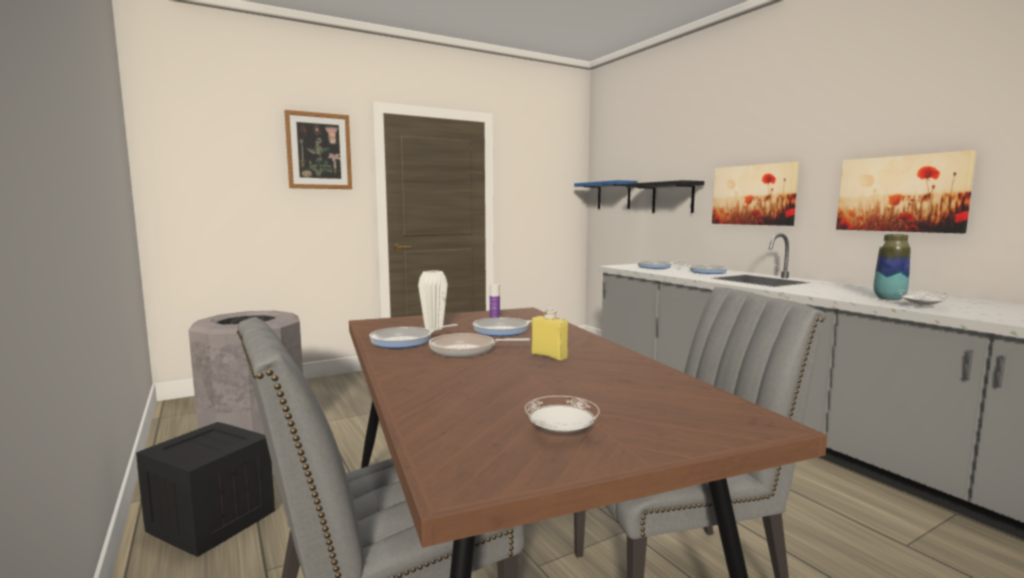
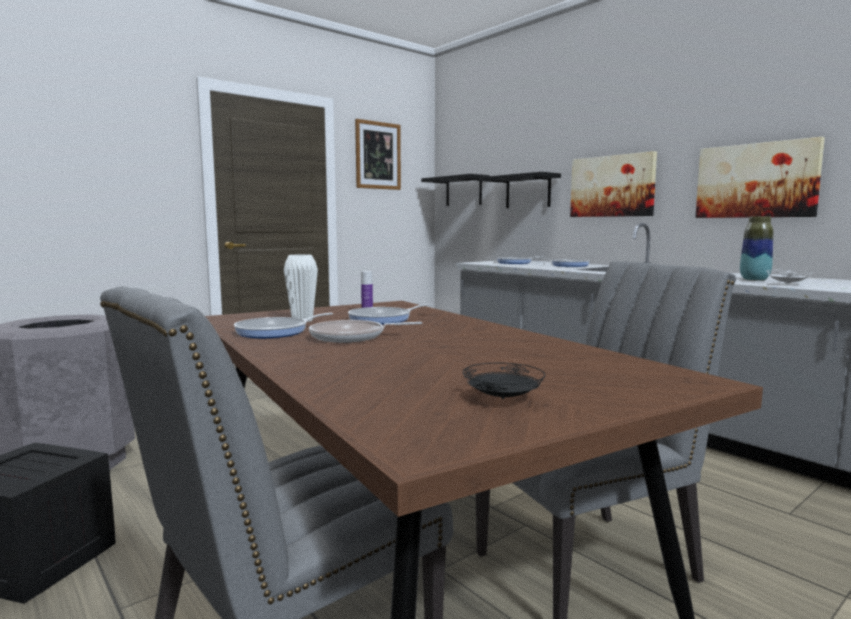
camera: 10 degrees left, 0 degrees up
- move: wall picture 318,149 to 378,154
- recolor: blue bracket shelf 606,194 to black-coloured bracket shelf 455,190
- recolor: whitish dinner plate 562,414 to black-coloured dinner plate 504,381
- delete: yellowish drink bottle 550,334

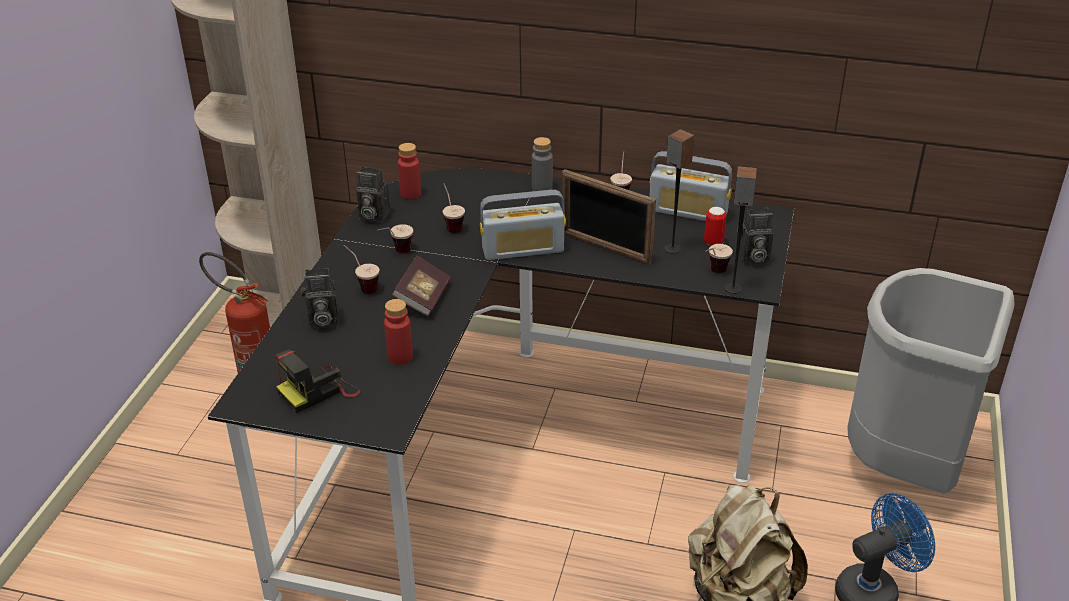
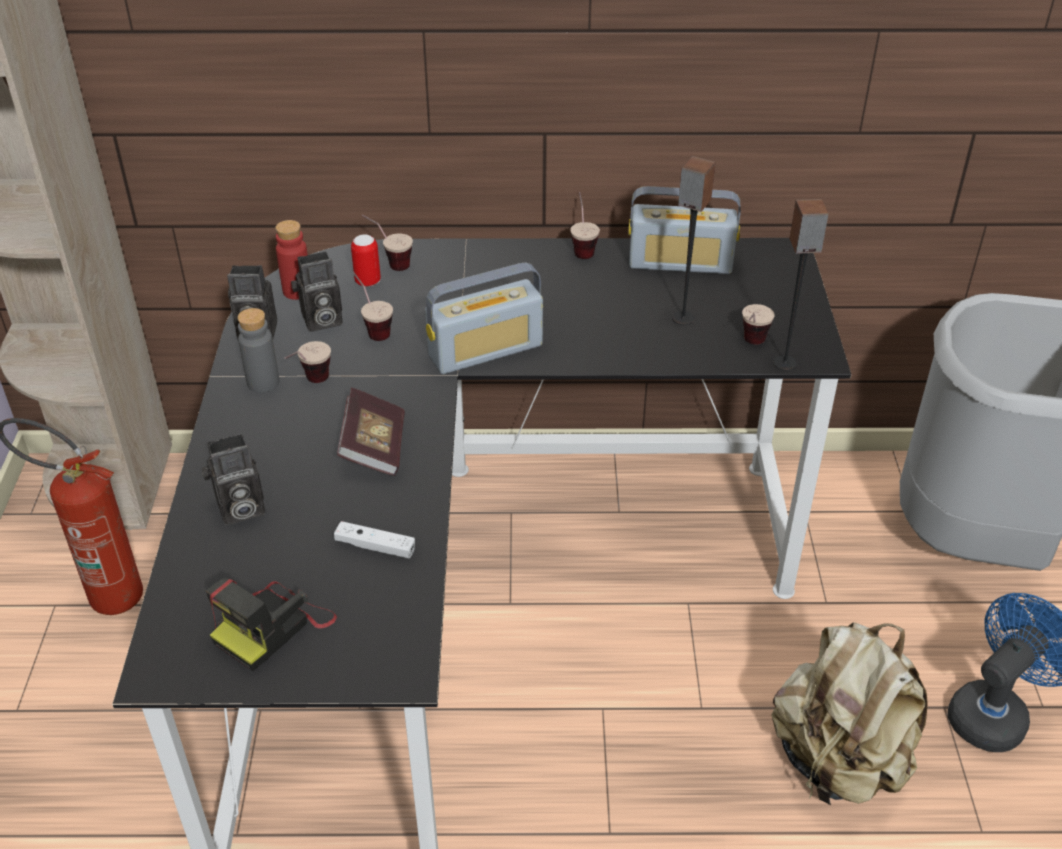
camera: 15 degrees left, 5 degrees up
- move: gray drink bottle 542,164 to 258,350
- move: still camera 754,236 to 317,291
- replace: red-coloured drink bottle 398,332 to whitish game controller 374,540
- move: sealed can 715,226 to 366,261
- move: small cup 361,269 to 387,243
- delete: picture frame 609,217

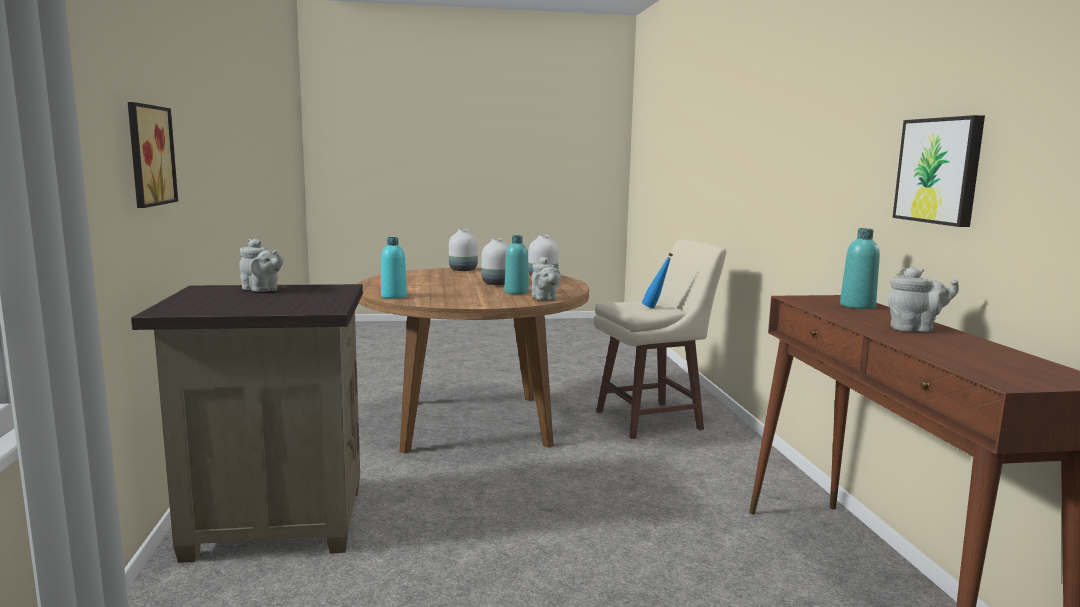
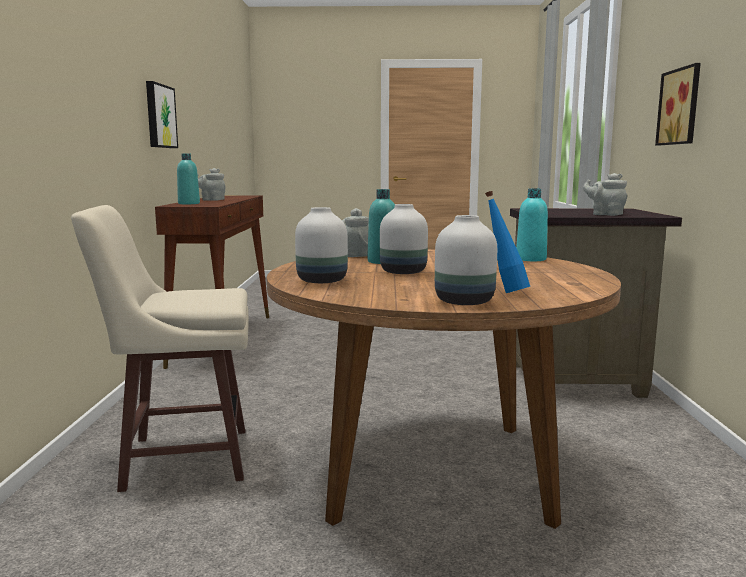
camera: 170 degrees left, 0 degrees up
- move: blue drink bottle 657,280 to 507,242

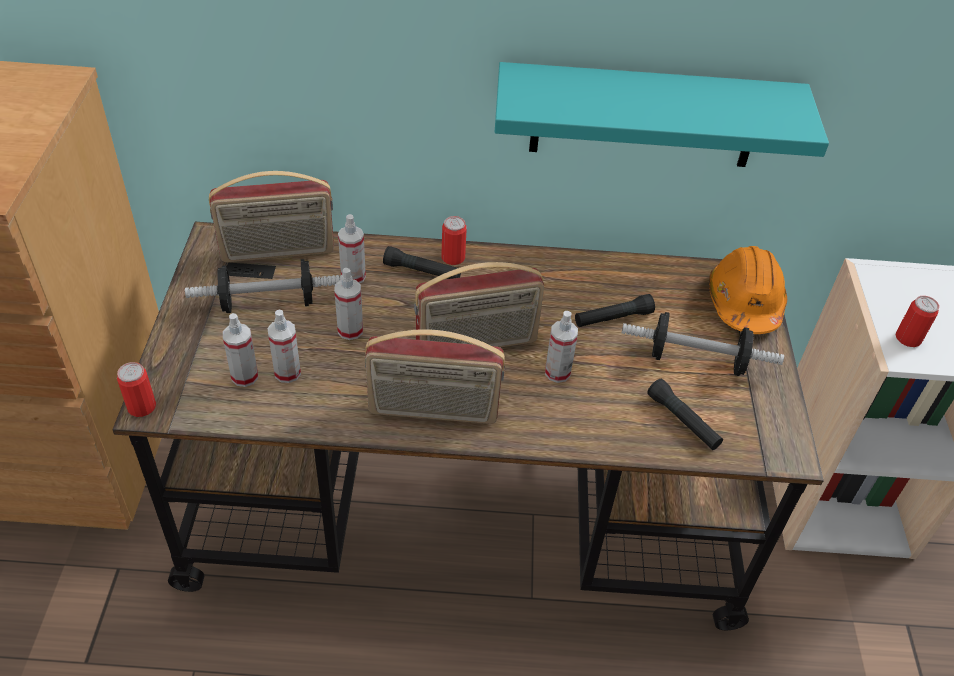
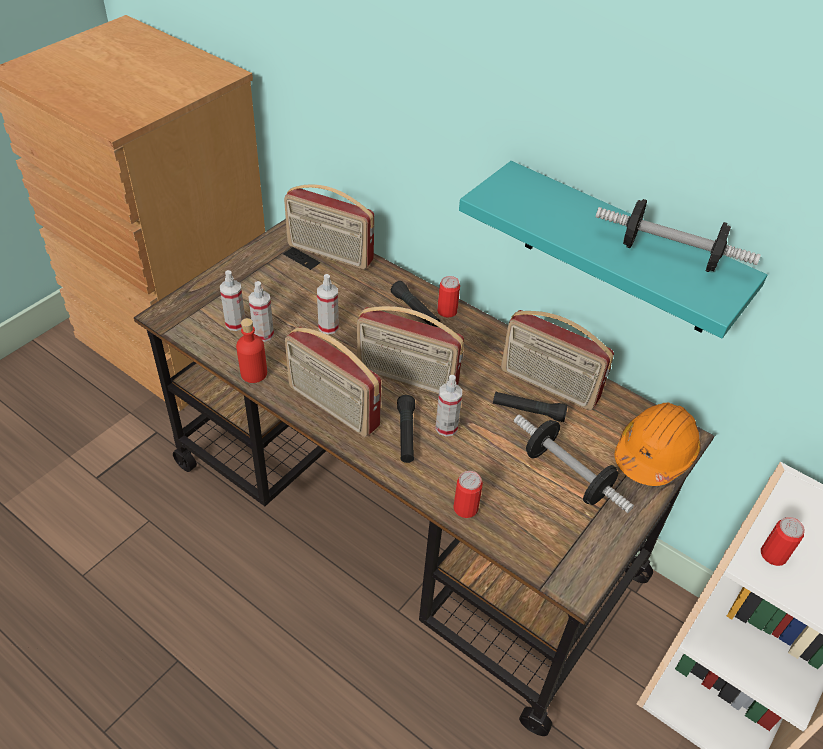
camera: 35 degrees right, 0 degrees up
- insert: red-coloured drink bottle 251,350
- move: black-coloured hand torch 685,414 to 406,429
- move: sealed can 136,389 to 468,494
- insert: radio set 557,360
- move: dumbbell 264,286 to 678,235
- delete: hand sprayer 352,248

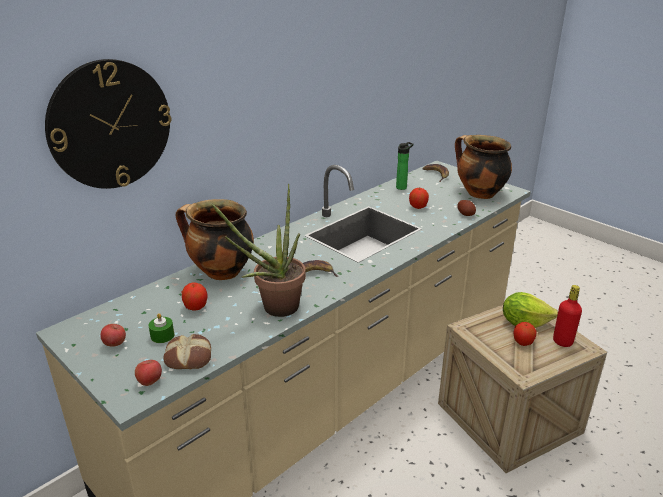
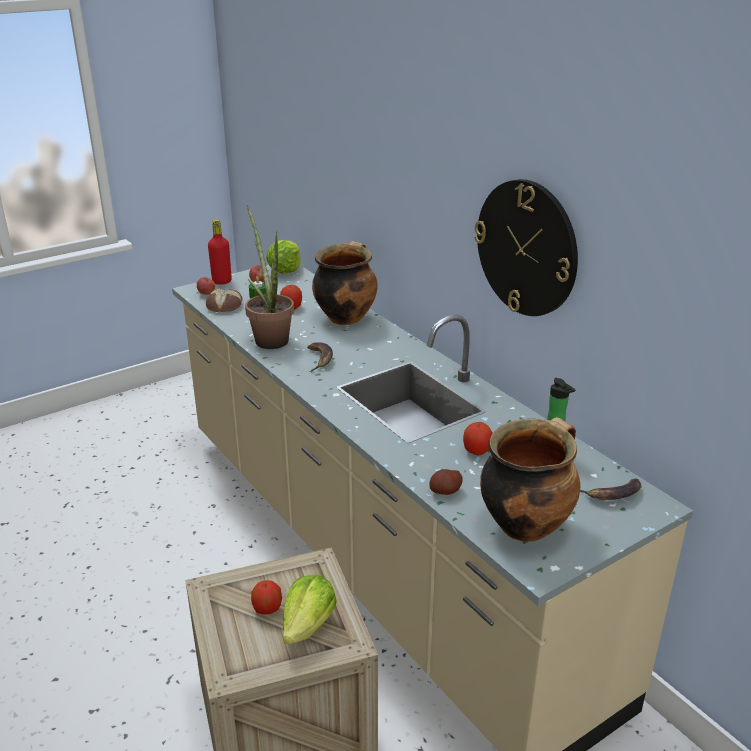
camera: 100 degrees right, 0 degrees up
- move: red-coloured drink bottle 567,316 to 220,252
- insert: lettuce head 283,257
- move: clock on the wall 108,124 to 526,247

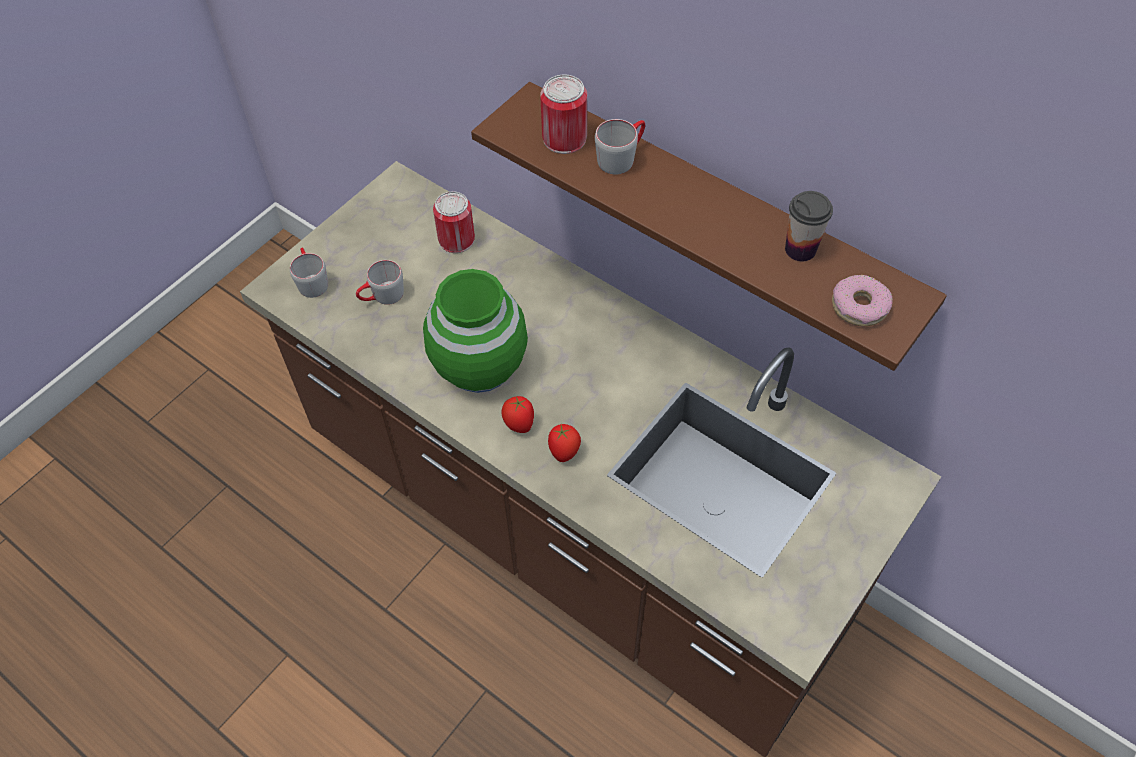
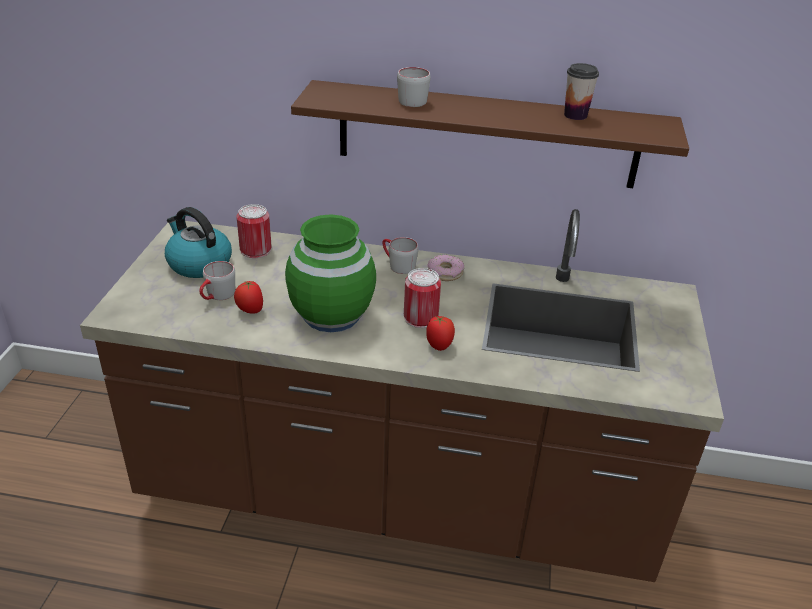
camera: 30 degrees left, 20 degrees down
- insert: kettle 198,242
- move: fresh tomato 518,414 to 248,297
- move: gray coffee mug 309,273 to 400,255
- move: sealed can 563,114 to 422,298
- move: ring doughnut 862,300 to 445,268

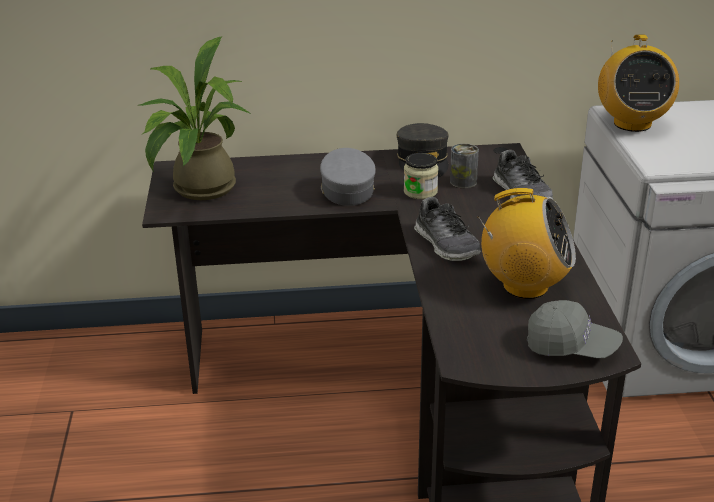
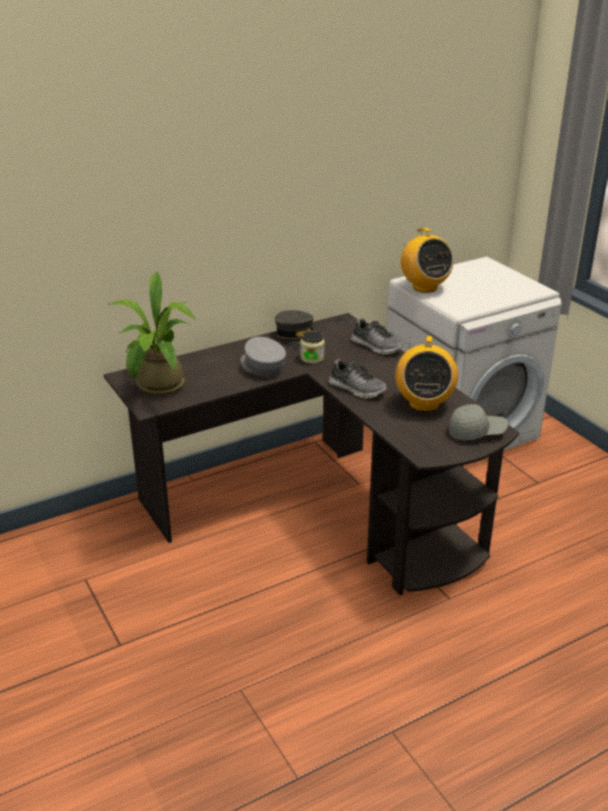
camera: 25 degrees left, 0 degrees up
- rotate: radio set 526,243 = 426,374 105 degrees clockwise
- delete: sealed can 464,166

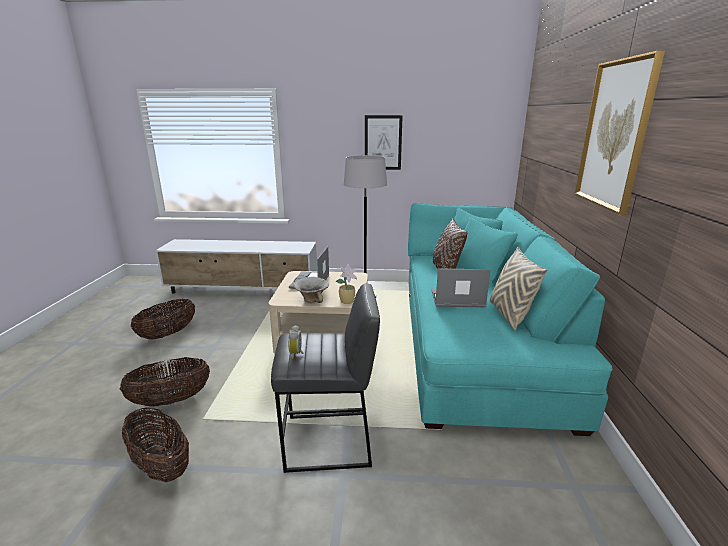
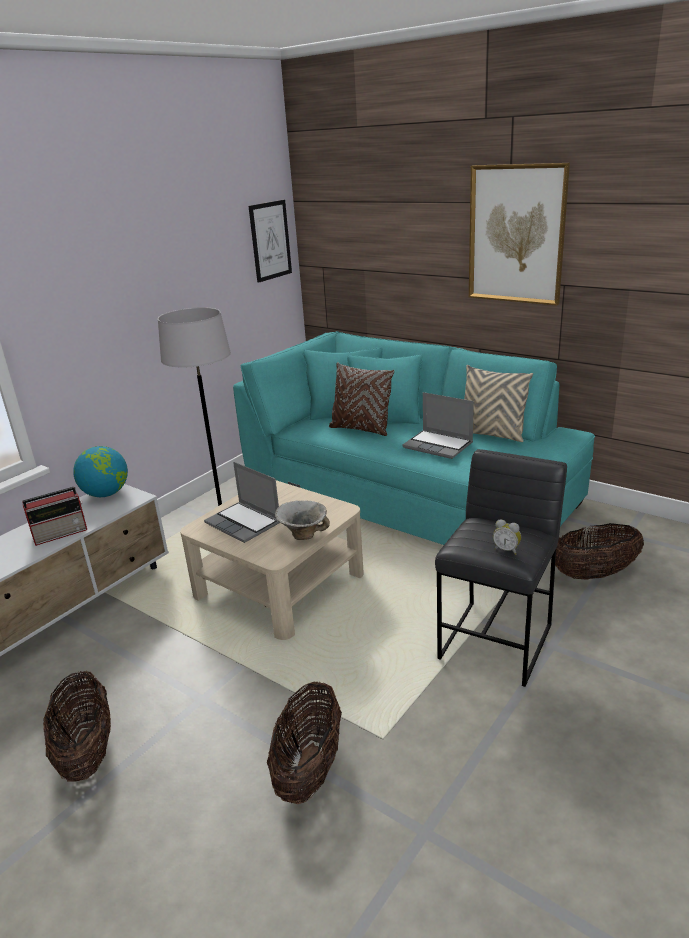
camera: 55 degrees left, 5 degrees up
- insert: radio set 54,516
- insert: desk globe 100,471
- move: wall picture 384,142 to 270,241
- rotate: notebook computer 461,288 = 438,425 90 degrees counterclockwise
- move: basket 155,445 to 599,551
- delete: houseplant 346,284

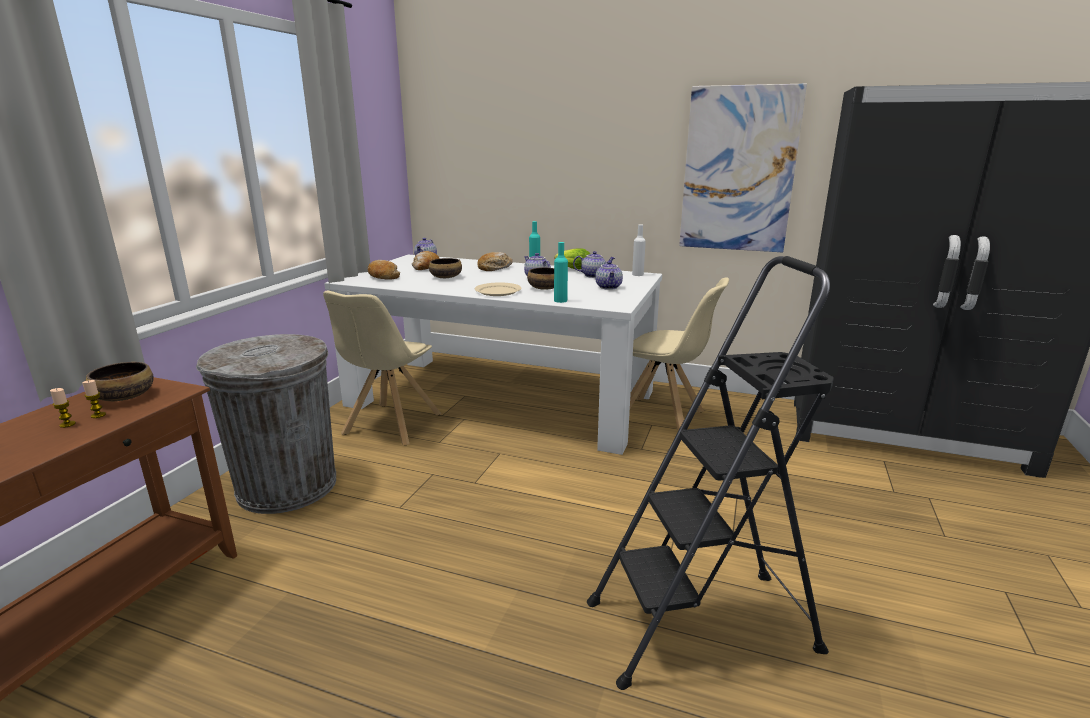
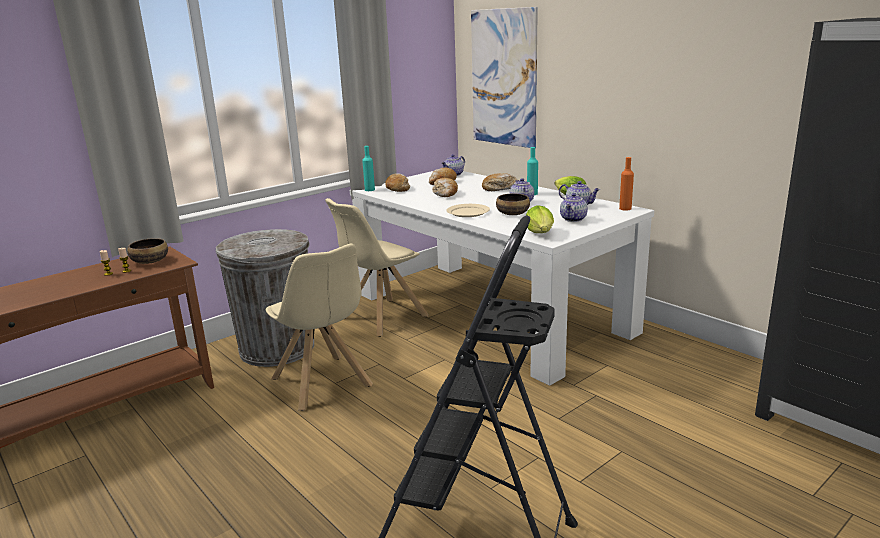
camera: 30 degrees right, 0 degrees up
- move: beige-coloured plain chair 679,354 to 319,327
- move: turquoise drink bottle 561,272 to 368,168
- replace: bowl 445,268 to bread 445,187
- move: wall picture 743,168 to 504,77
- insert: lettuce head 540,219
- recolor: whitish drink bottle 639,250 to orange drink bottle 626,184

